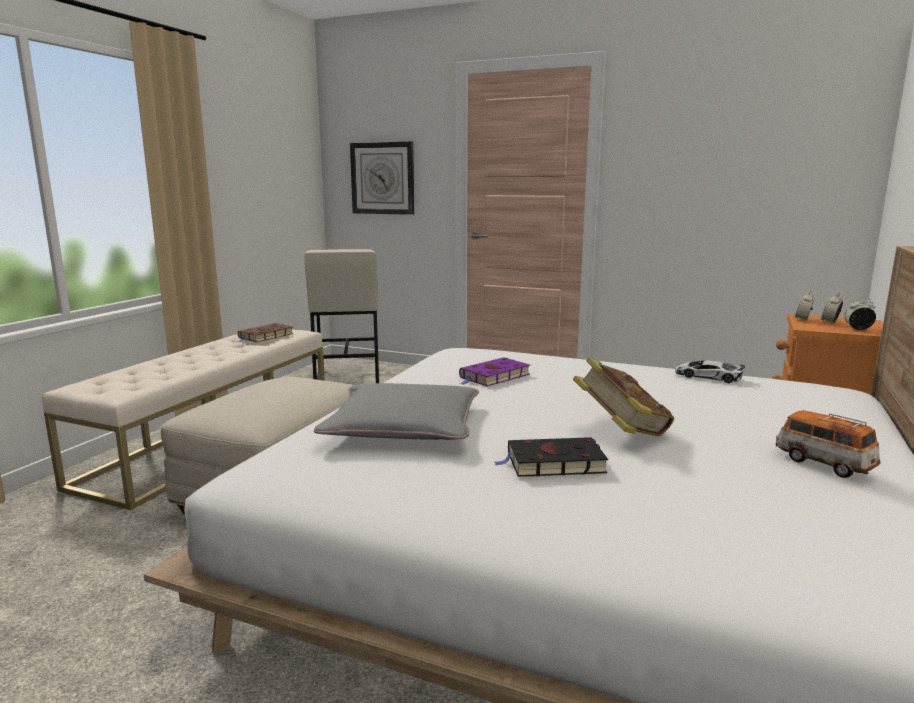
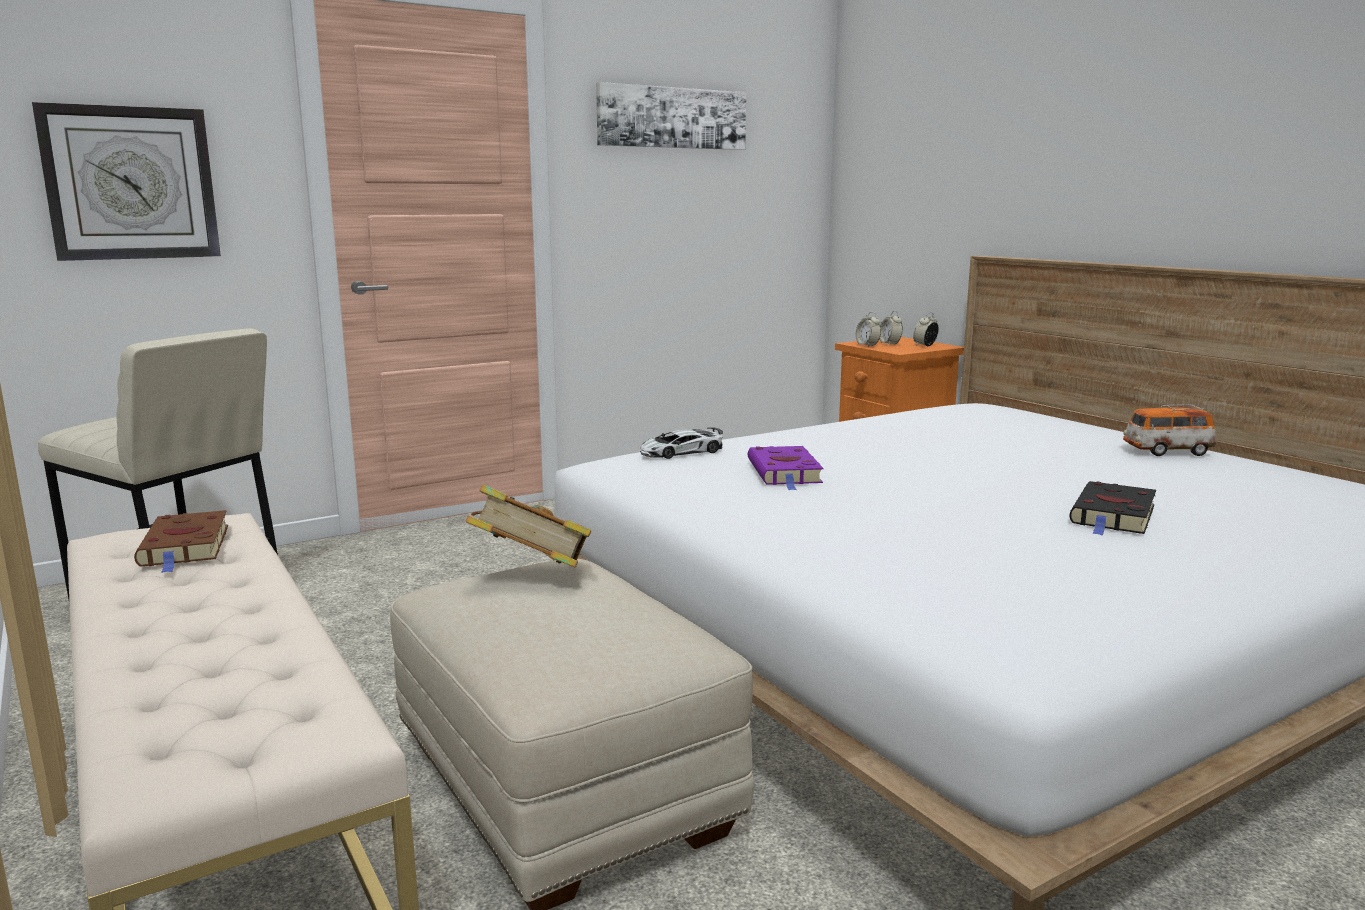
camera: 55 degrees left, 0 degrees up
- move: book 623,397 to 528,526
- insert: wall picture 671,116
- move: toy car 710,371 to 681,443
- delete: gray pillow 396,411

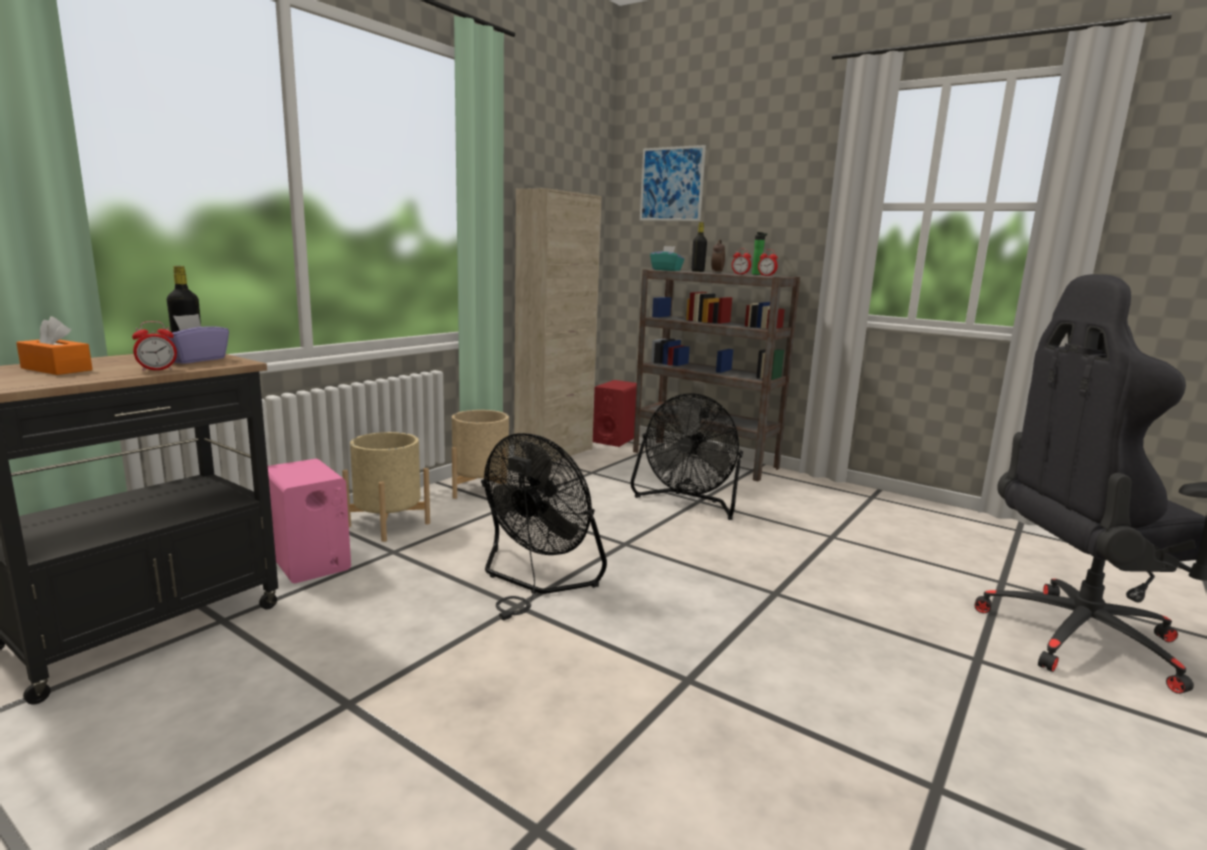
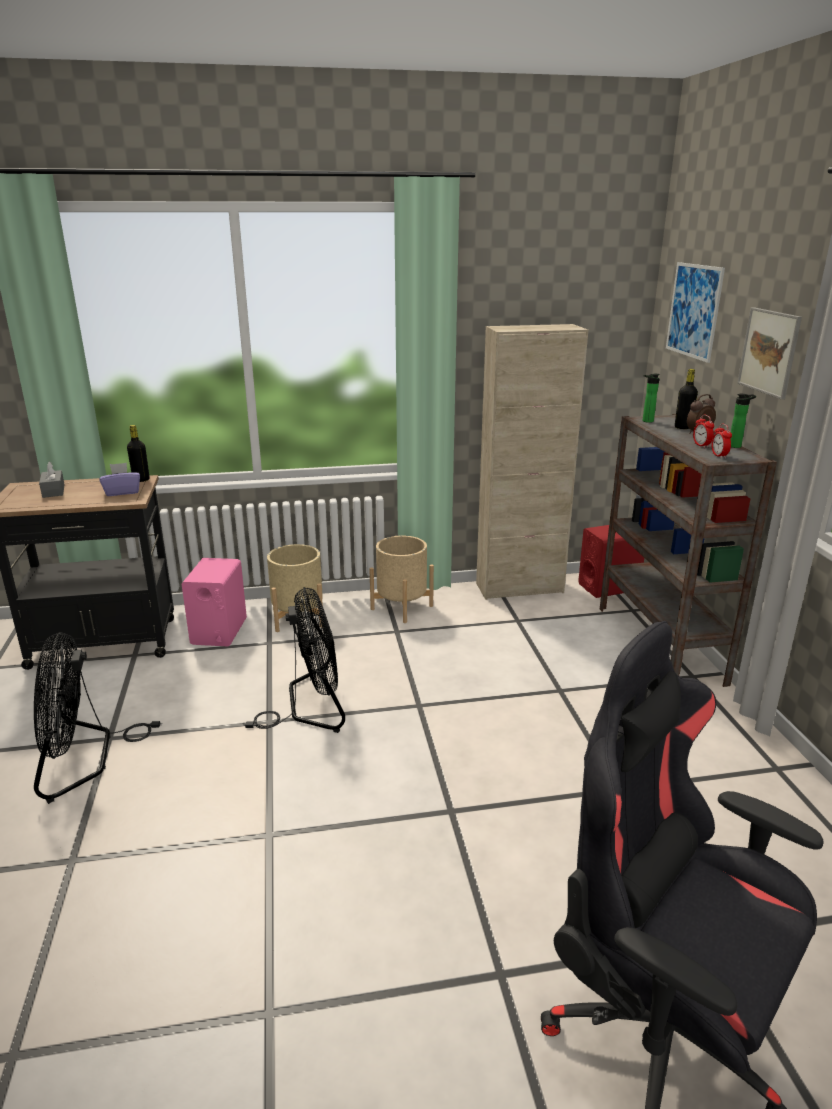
camera: 45 degrees right, 10 degrees up
- move: black-coloured electric fan 687,456 to 98,718
- recolor: orange tissue holder 54,345 to gray tissue holder 52,480
- replace: turquoise tissue holder 667,258 to drink bottle 651,398
- insert: wall picture 769,353
- delete: table clock 154,346

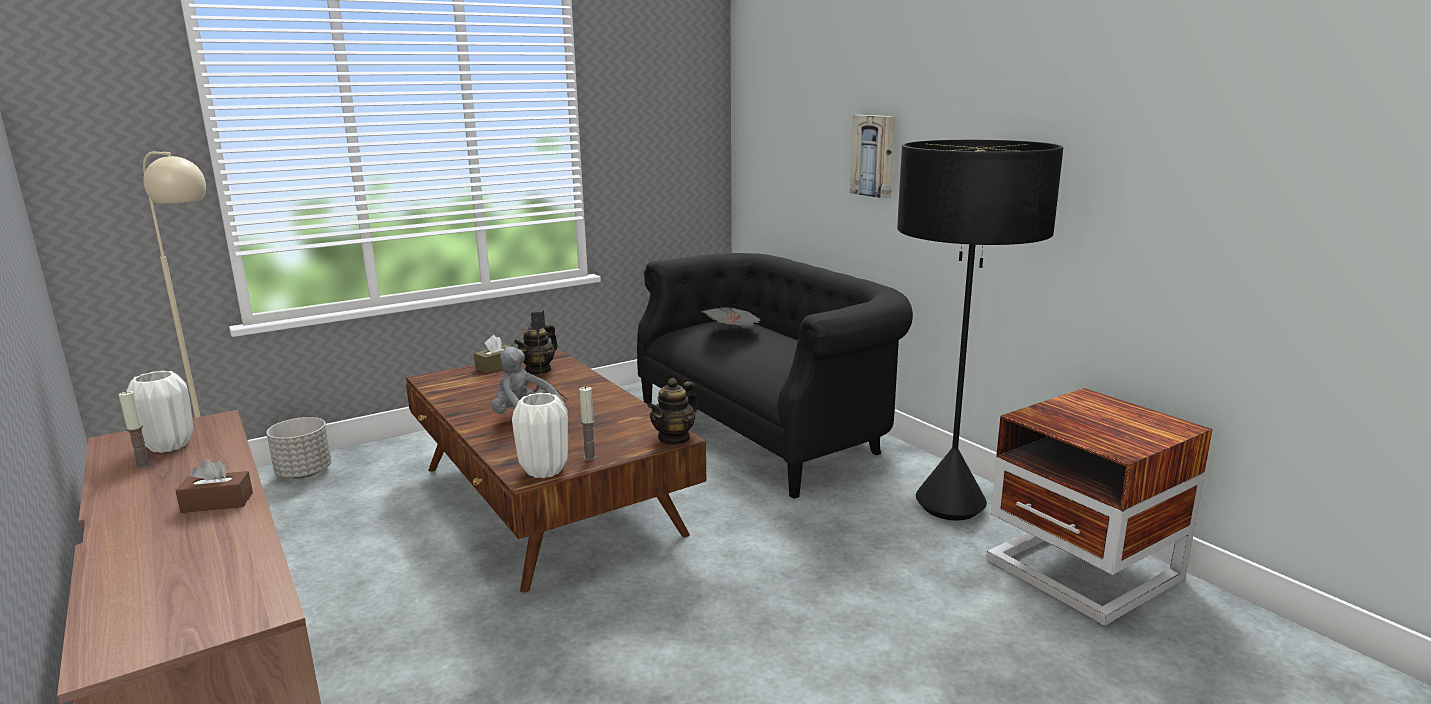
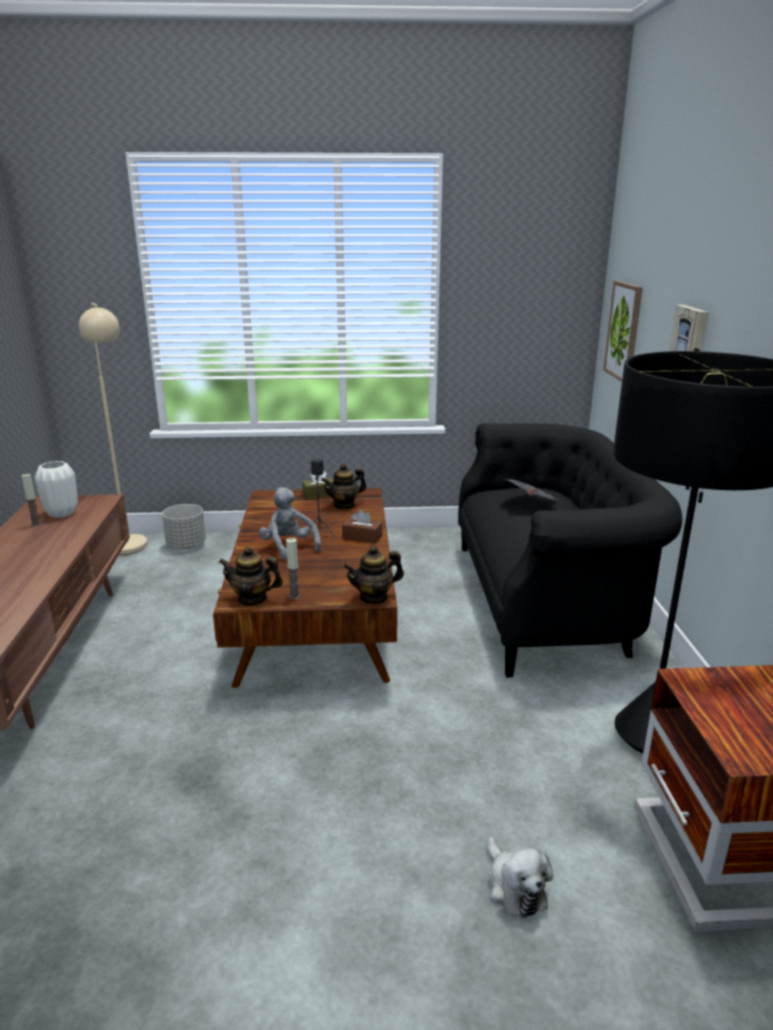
camera: 30 degrees right, 5 degrees up
- replace: whitish vase 540,435 to tea pot 251,576
- move: brownish tissue holder 214,486 to 362,527
- insert: soft toy 520,877
- insert: wall picture 623,331

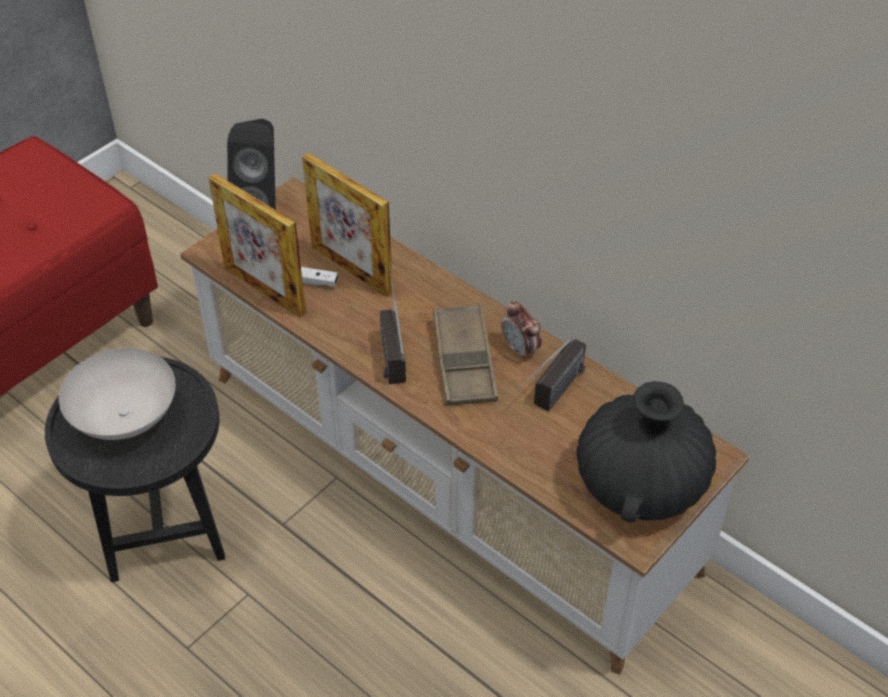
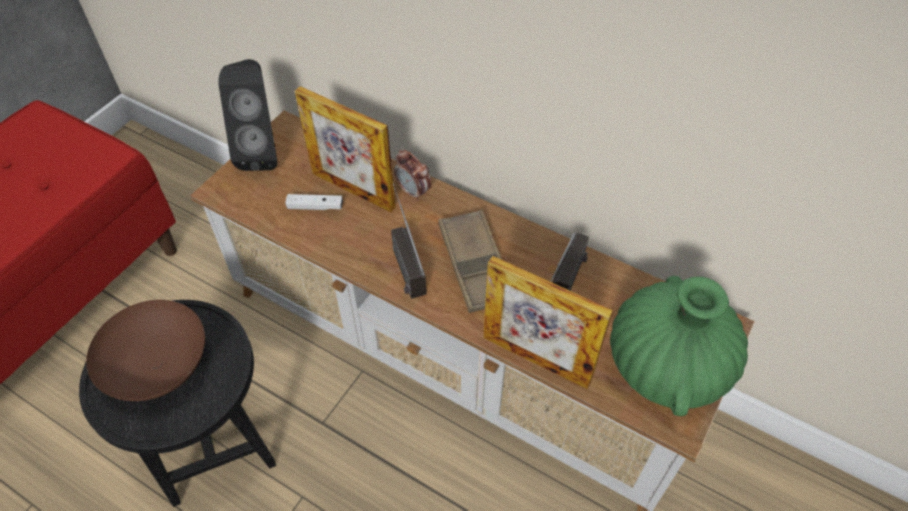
camera: 10 degrees left, 5 degrees up
- recolor: whitish bowl 117,394 to brownish bowl 145,350
- move: table clock 521,330 to 412,175
- move: picture frame 257,245 to 548,322
- recolor: black-coloured vase 646,452 to green-coloured vase 679,346

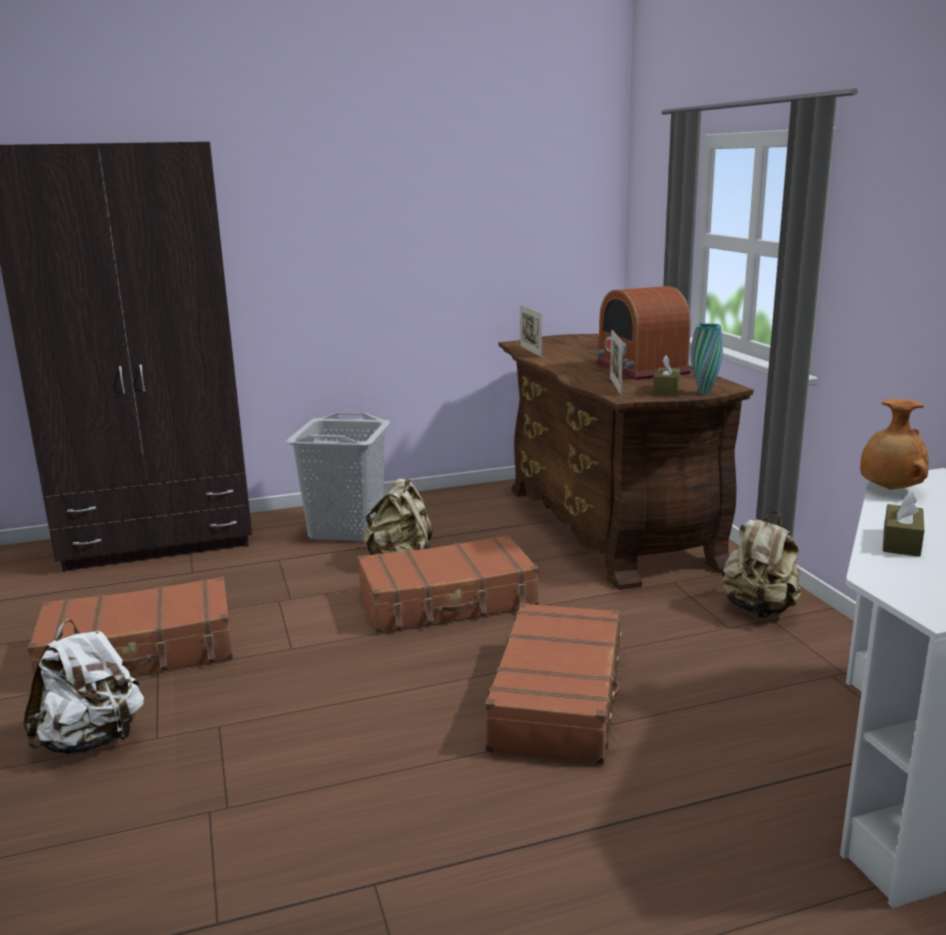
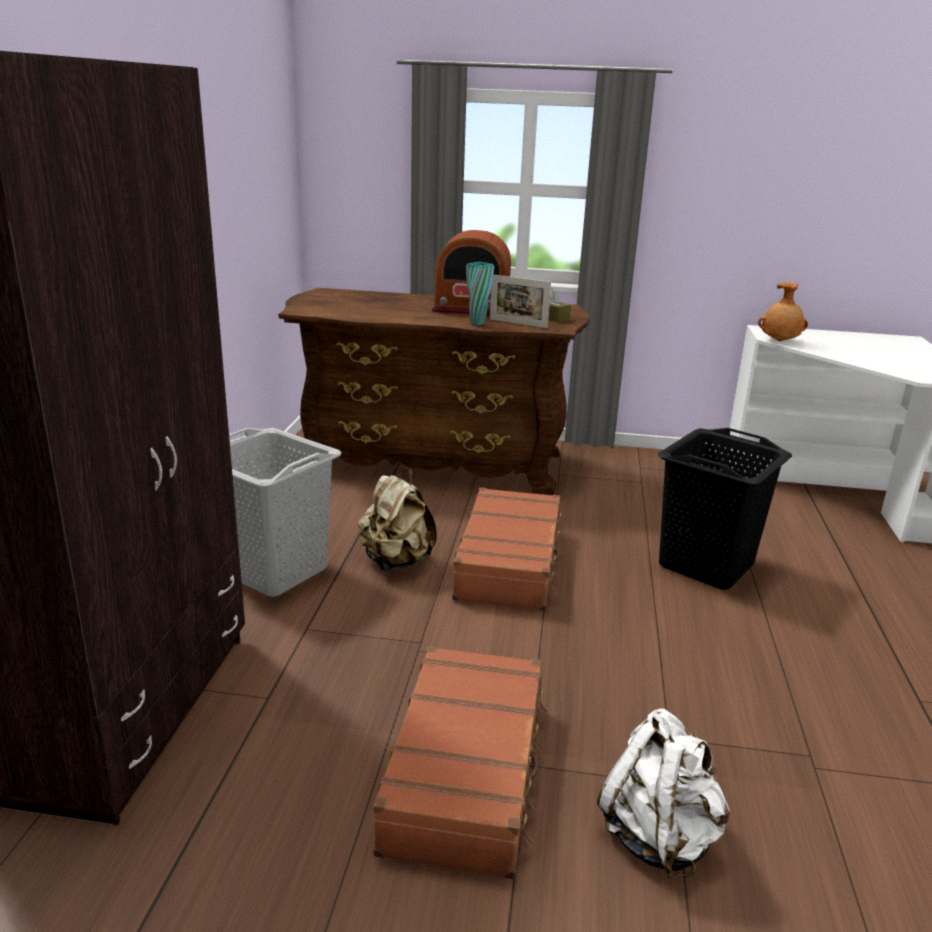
camera: 65 degrees left, 5 degrees up
- move: turquoise vase 707,359 to 480,293
- replace: brownish piece of luggage 555,683 to black-coloured washing basket 725,509
- delete: picture frame 531,331
- delete: beige-coloured knapsack 761,564
- delete: brownish tissue holder 903,524

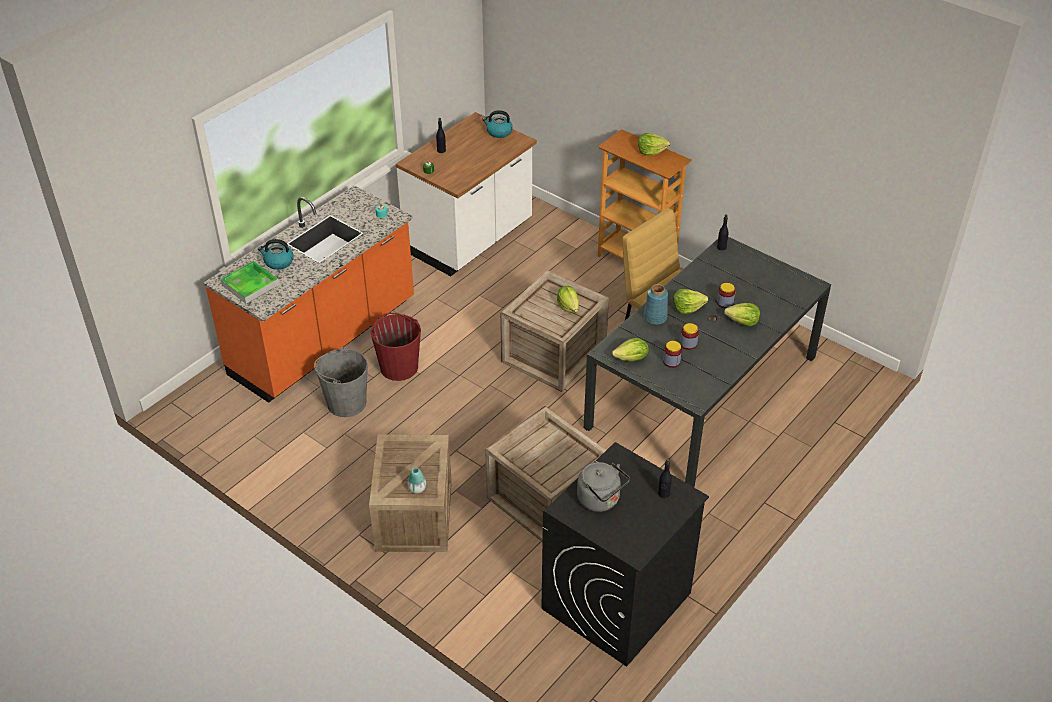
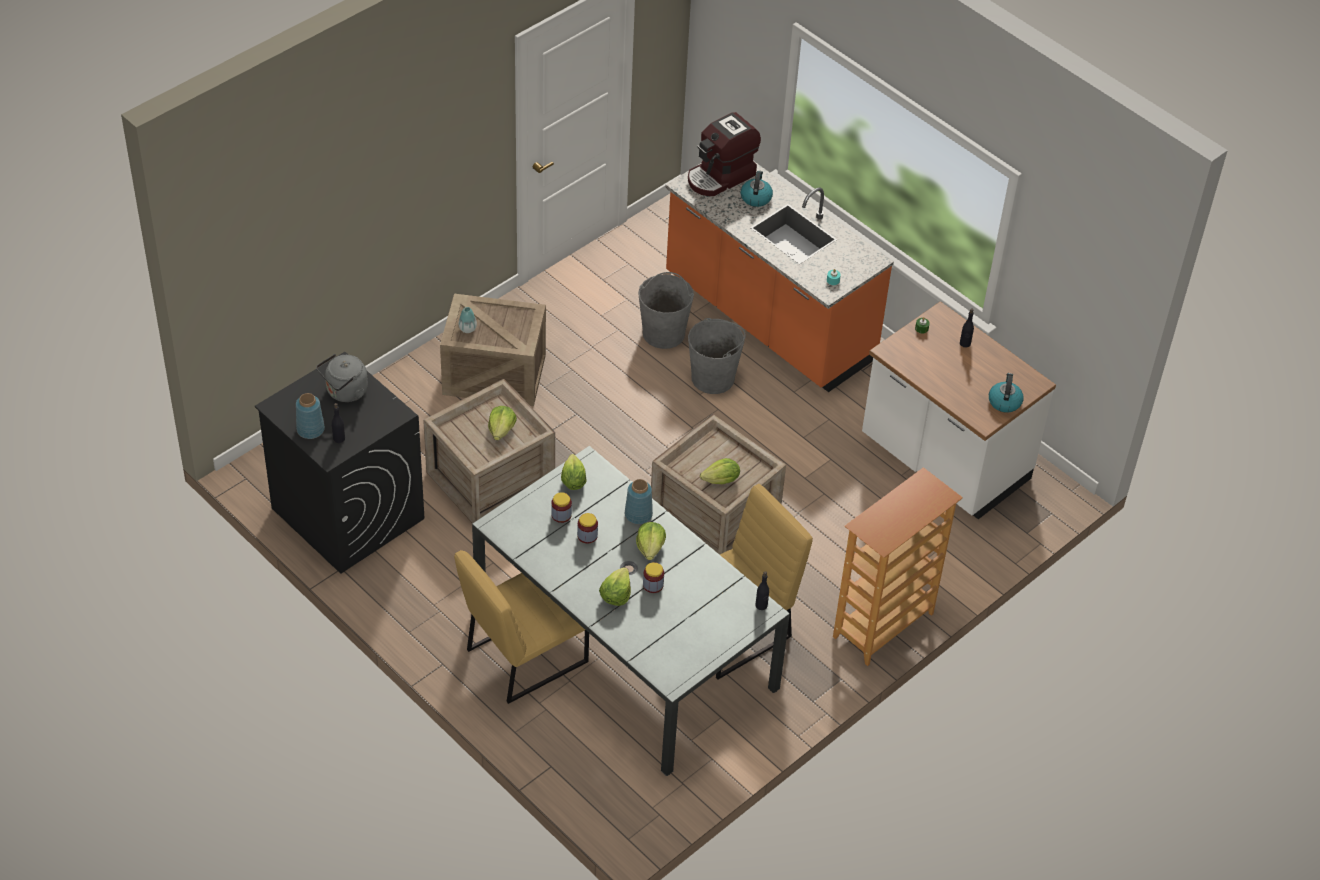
camera: 95 degrees right, 5 degrees up
- insert: blue vase 310,416
- insert: yellowish plain chair 521,627
- move: lettuce head 654,144 to 502,423
- replace: carrying tray 250,282 to coffee machine 724,154
- recolor: red-coloured bucket 396,347 to gray bucket 717,356

